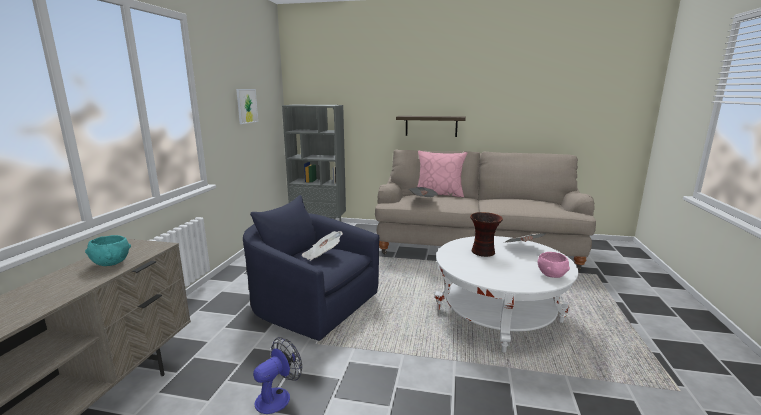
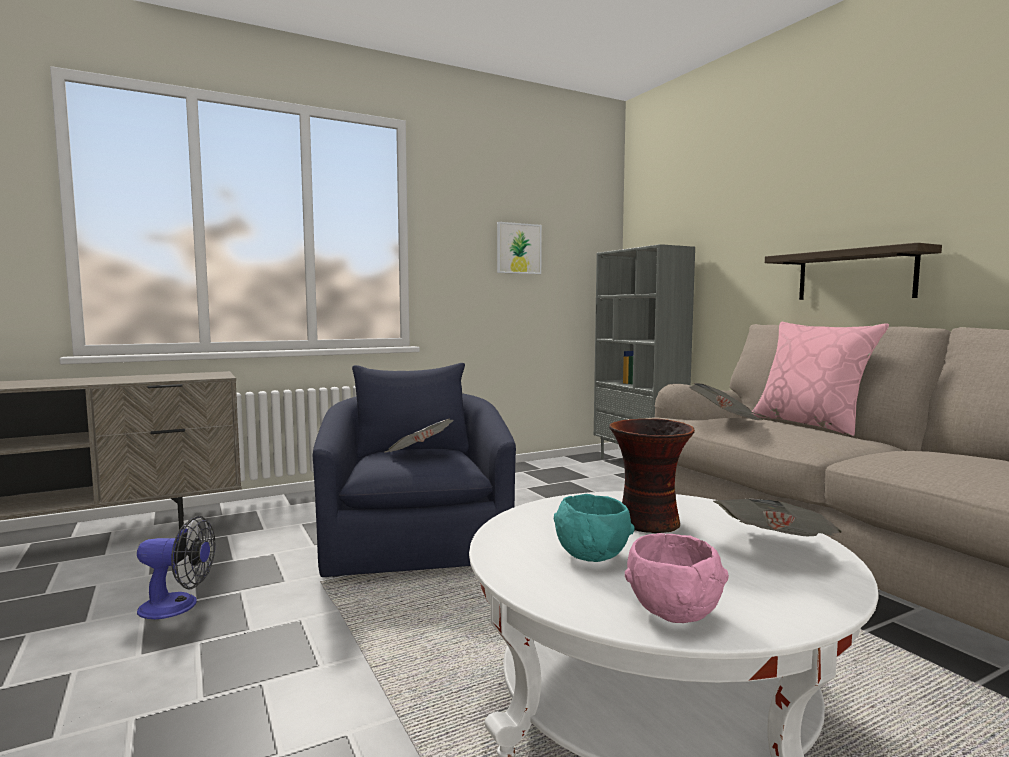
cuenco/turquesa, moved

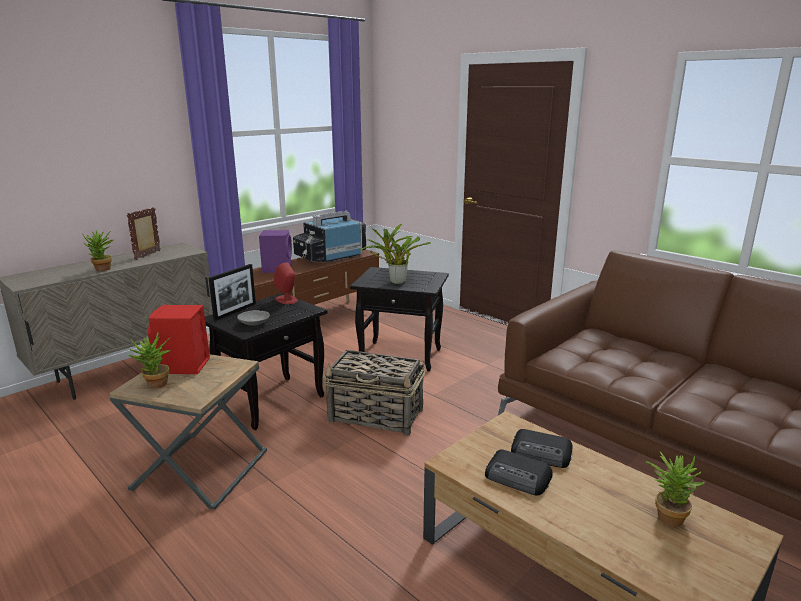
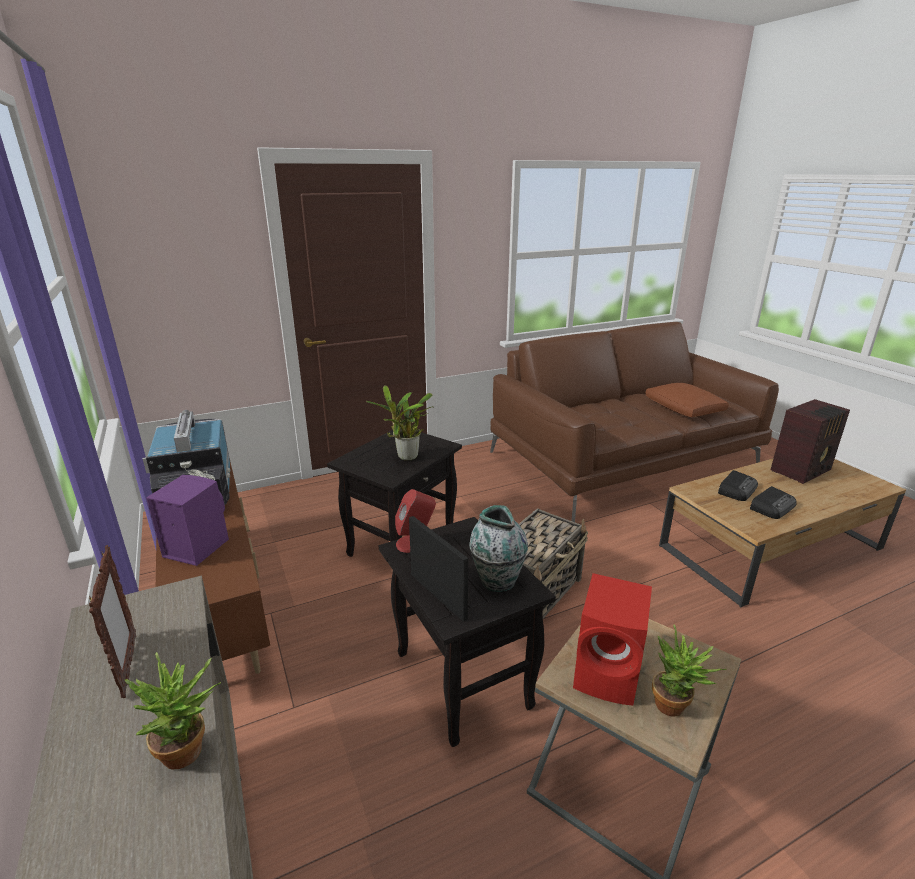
portarretratos (1st from left), 150 degrees counterclockwise
cuenco/gris => florero
planta en maceta (4th from left) => radio (3rd from left)
nothing => cojín/marrón

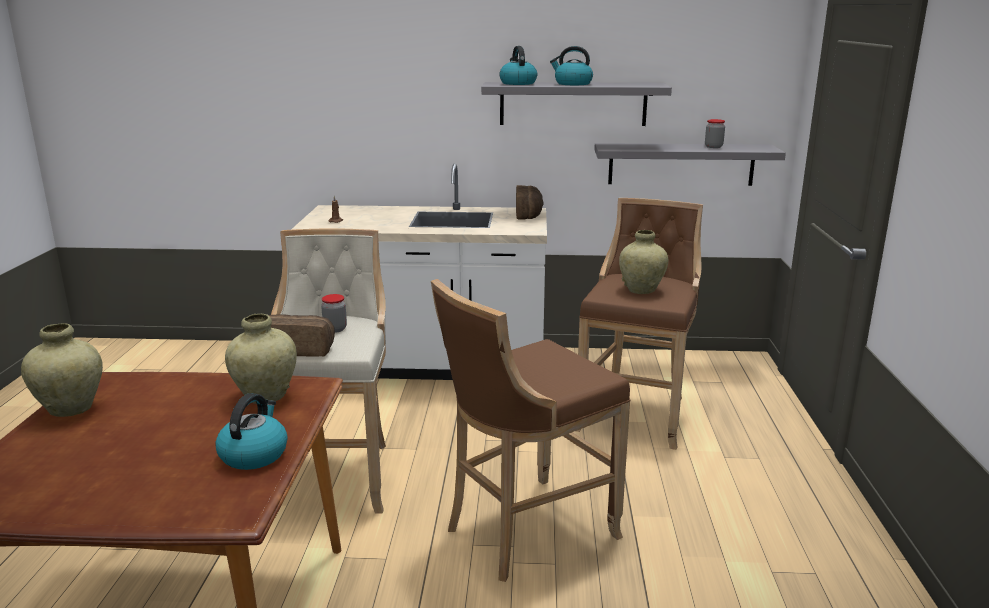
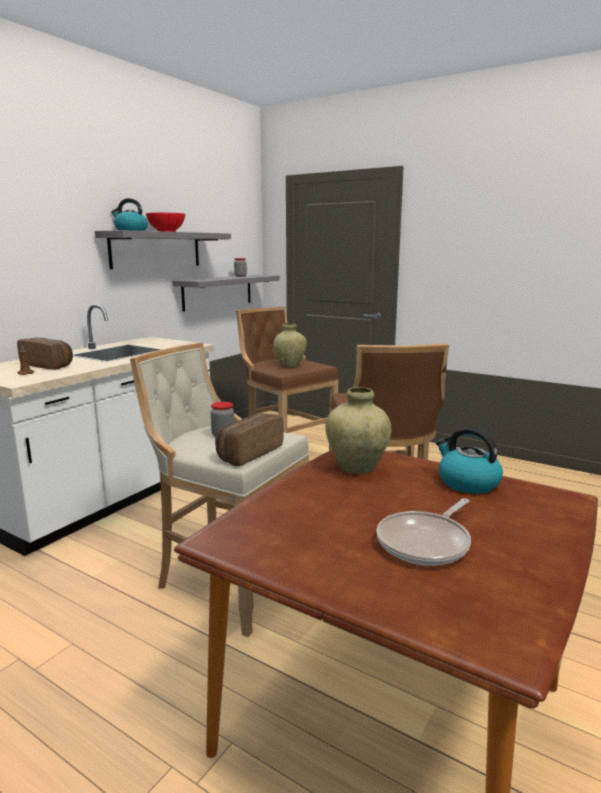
hervidor (3rd from left) => cuenco/rojo
pan (2nd from left in the first image) => pan (1st from left), moved
florero/beis (1st from left) => nothing
nothing => sartén

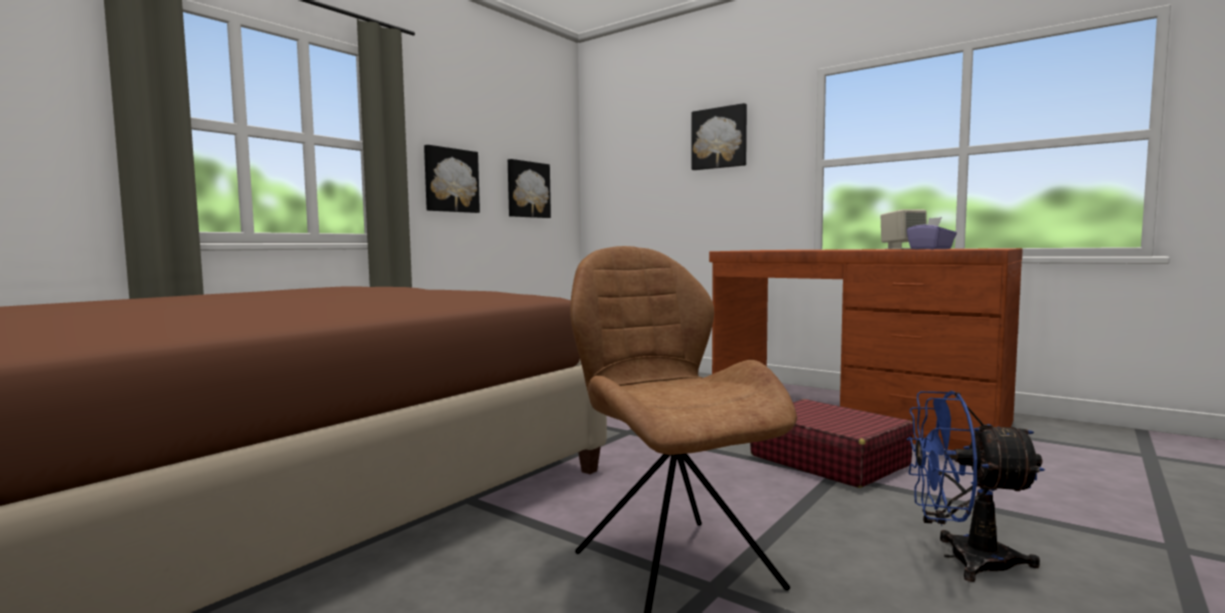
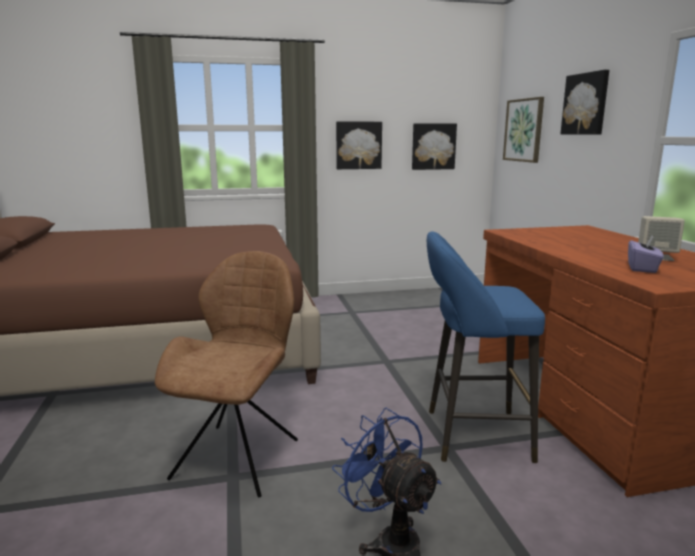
maleta/rojo => taburete/azul
nothing => cuadro (3rd from left)

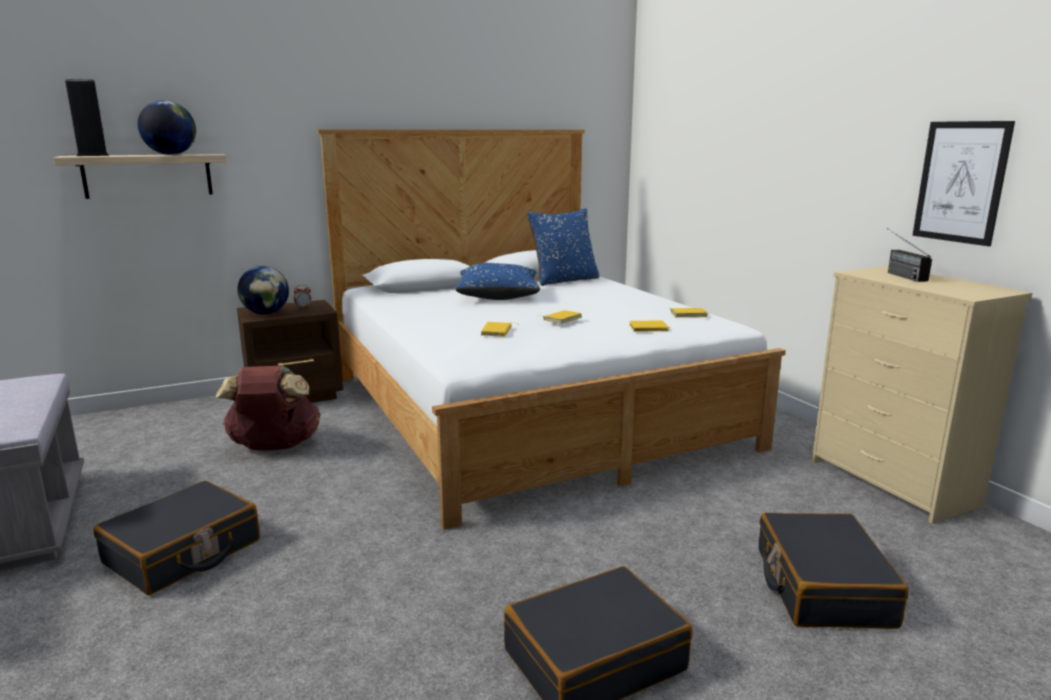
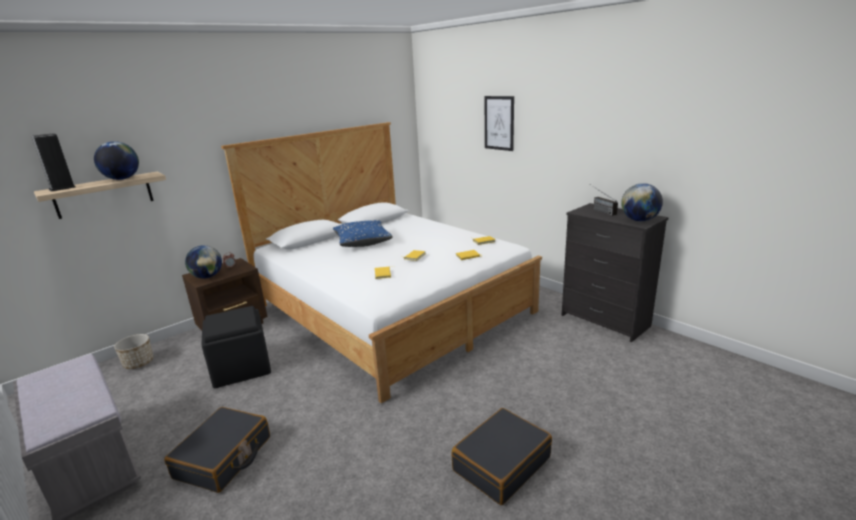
cuadro, moved
cojín/azul (2nd from left) => nothing
cómoda/beis => cómoda/negro
mochila/marrón => puf/negro
maleta/negro (3rd from left) => nothing
nothing => globo terráqueo (3rd from left)
nothing => maceta

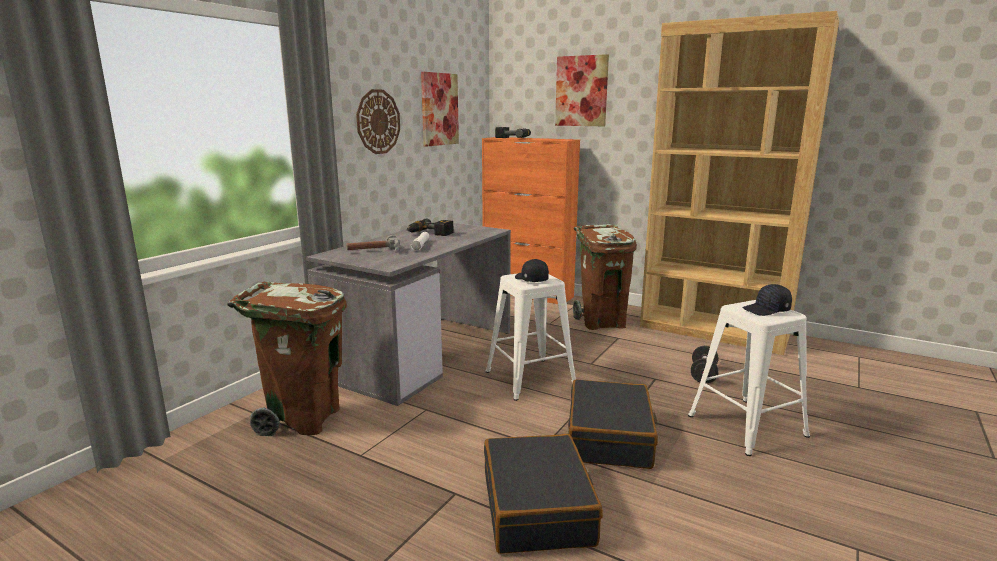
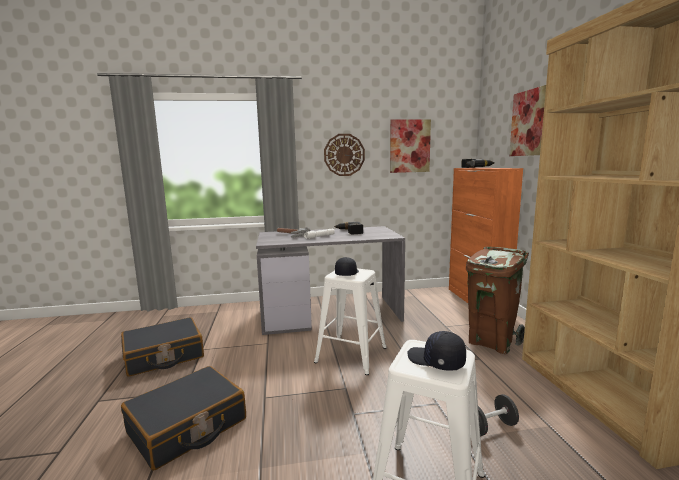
papelera/marrón (1st from left) => nothing
maleta/negro (2nd from left in the first image) => maleta/negro (1st from left), moved

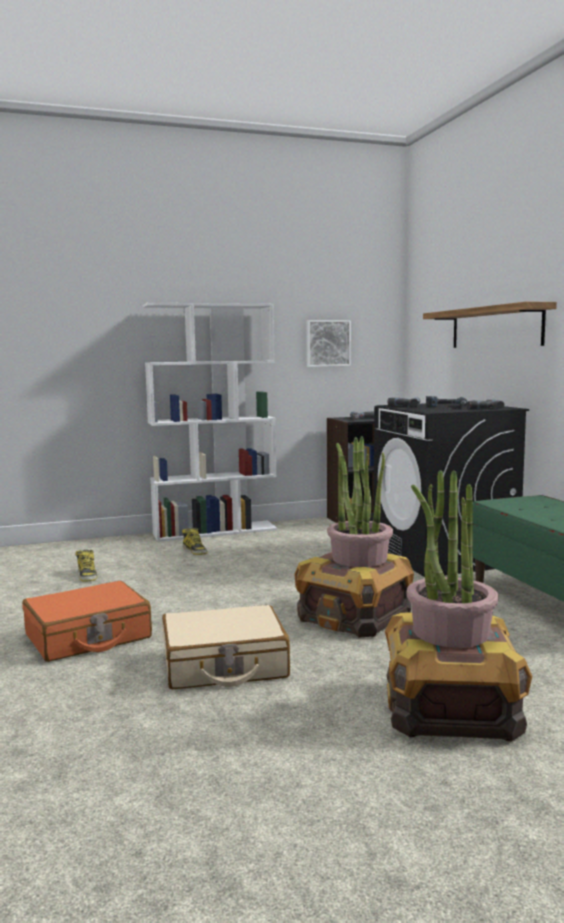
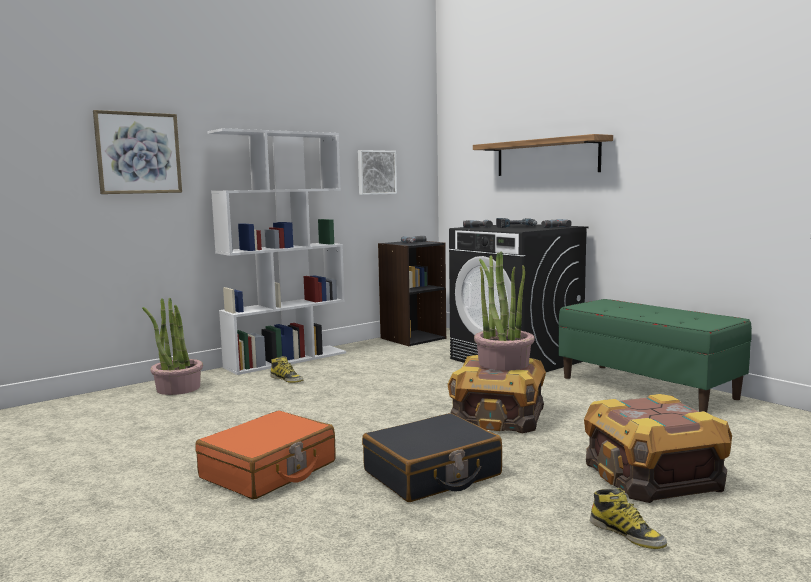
planta en maceta (2nd from left in the first image) => planta en maceta (1st from left), moved
bota (1st from left in the first image) => bota (2nd from left), moved
maleta/beis => maleta/negro
nothing => cuadro (1st from left)

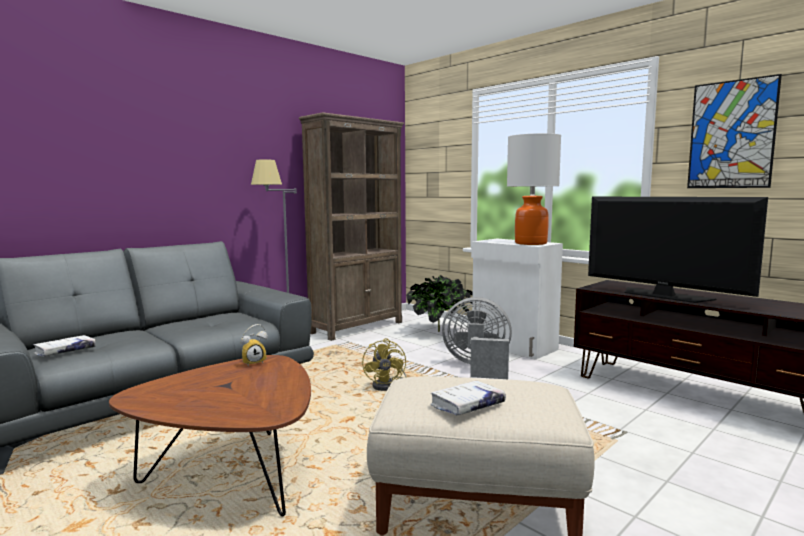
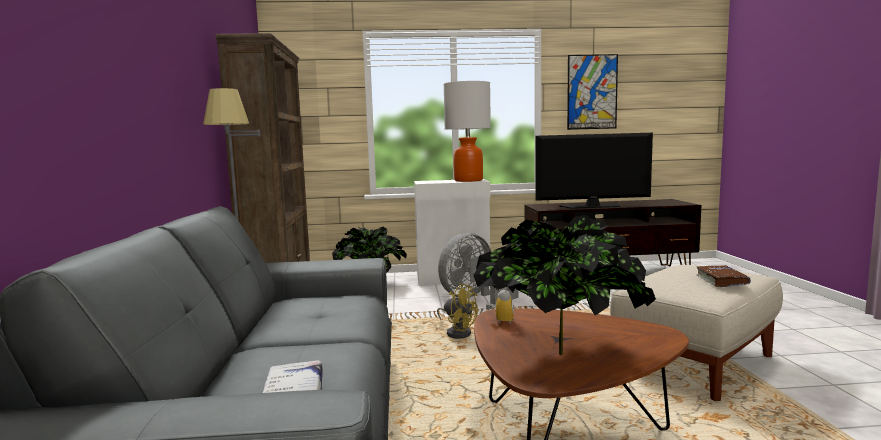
libro/blanco (2nd from left) => libro/marrón
nothing => planta en maceta (2nd from left)

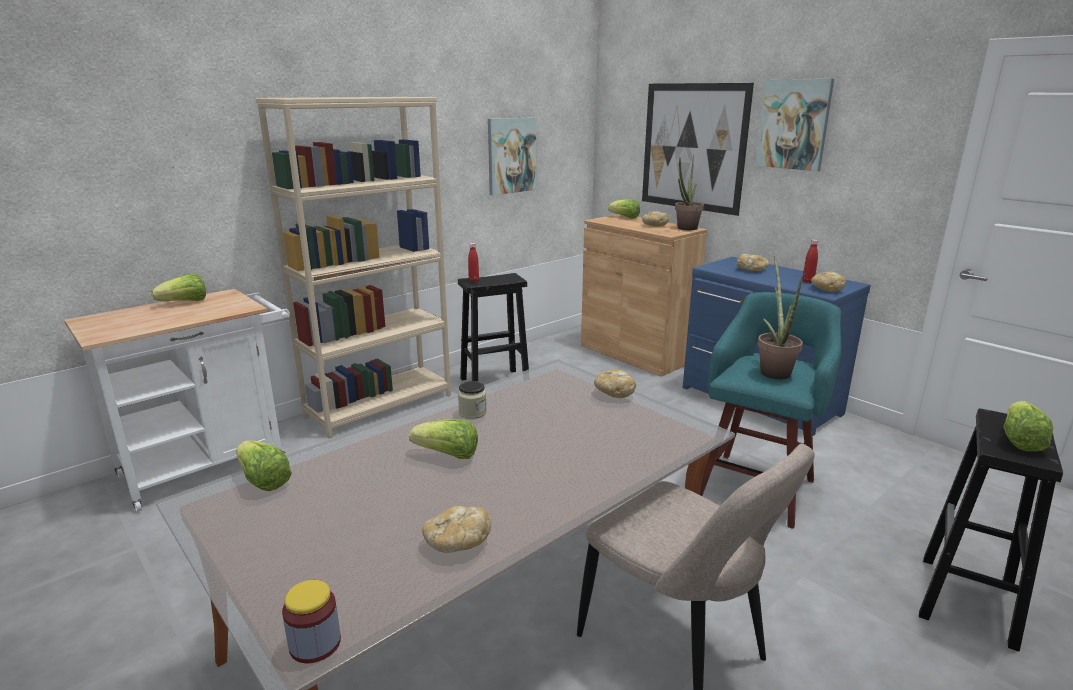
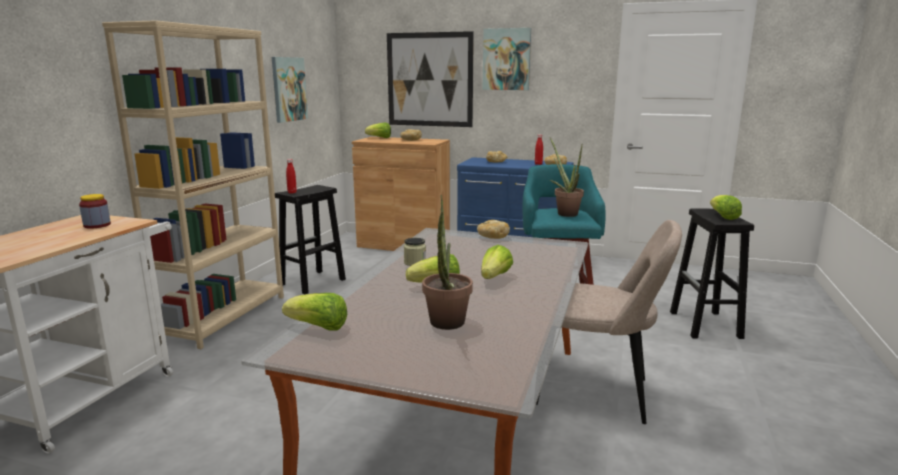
planta en maceta (1st from left), moved
lechuga (1st from left in the first image) => lechuga (4th from left), moved
pan (1st from left) => nothing
tarro (1st from left), moved

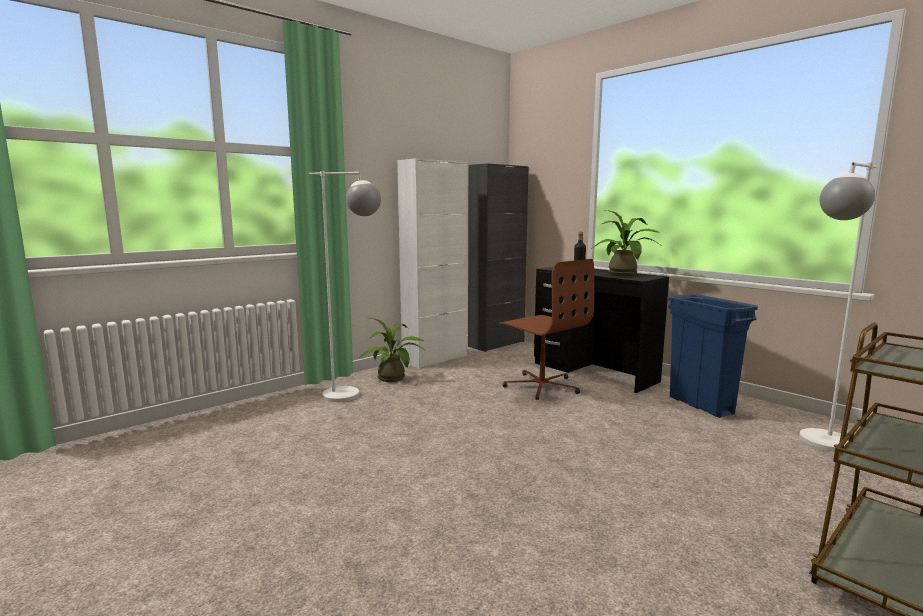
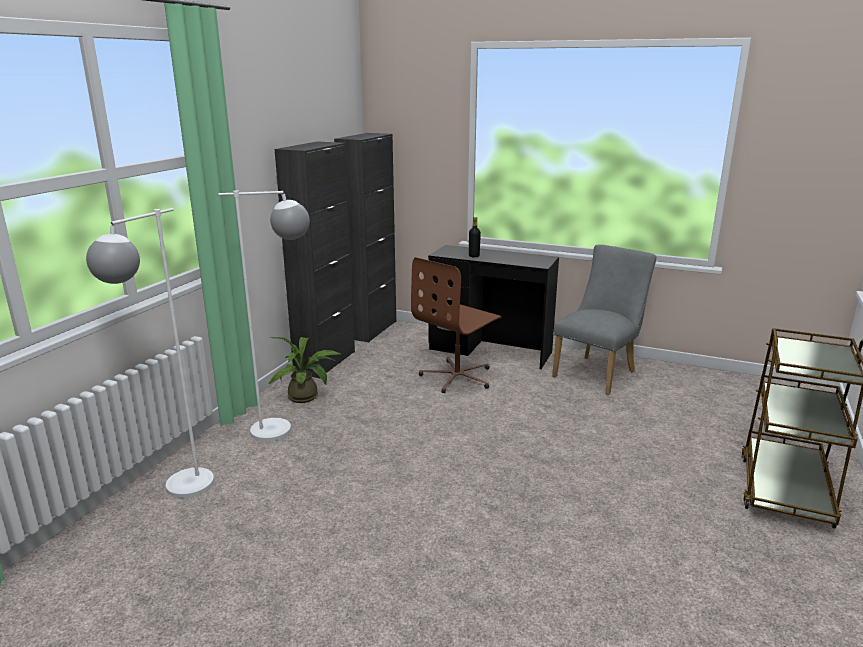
armario/blanco => armario/negro (1st from left)
lámpara de pie/blanco (2nd from left in the first image) => lámpara de pie/blanco (1st from left), moved
planta en maceta (2nd from left) => nothing
silla de oficina/marrón, 105 degrees clockwise
papelera/azul => silla/gris

